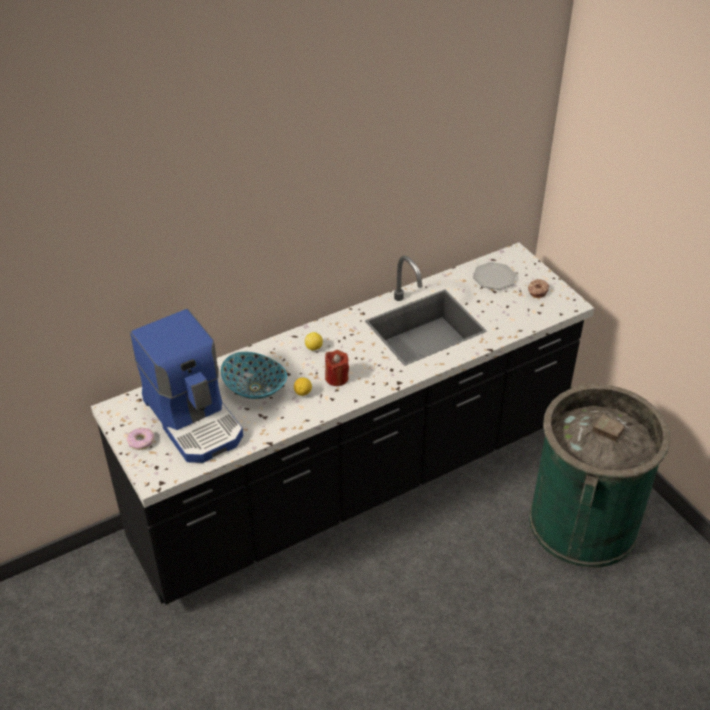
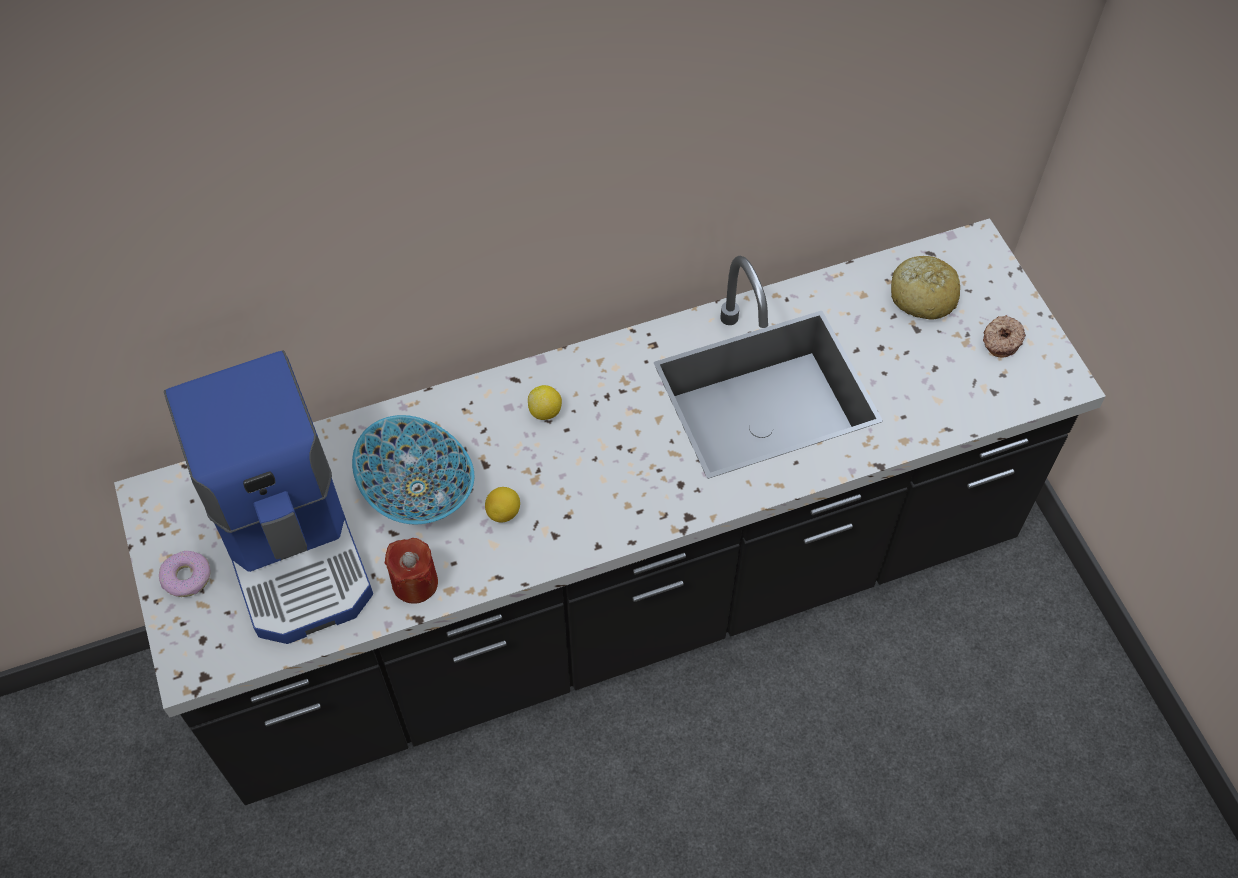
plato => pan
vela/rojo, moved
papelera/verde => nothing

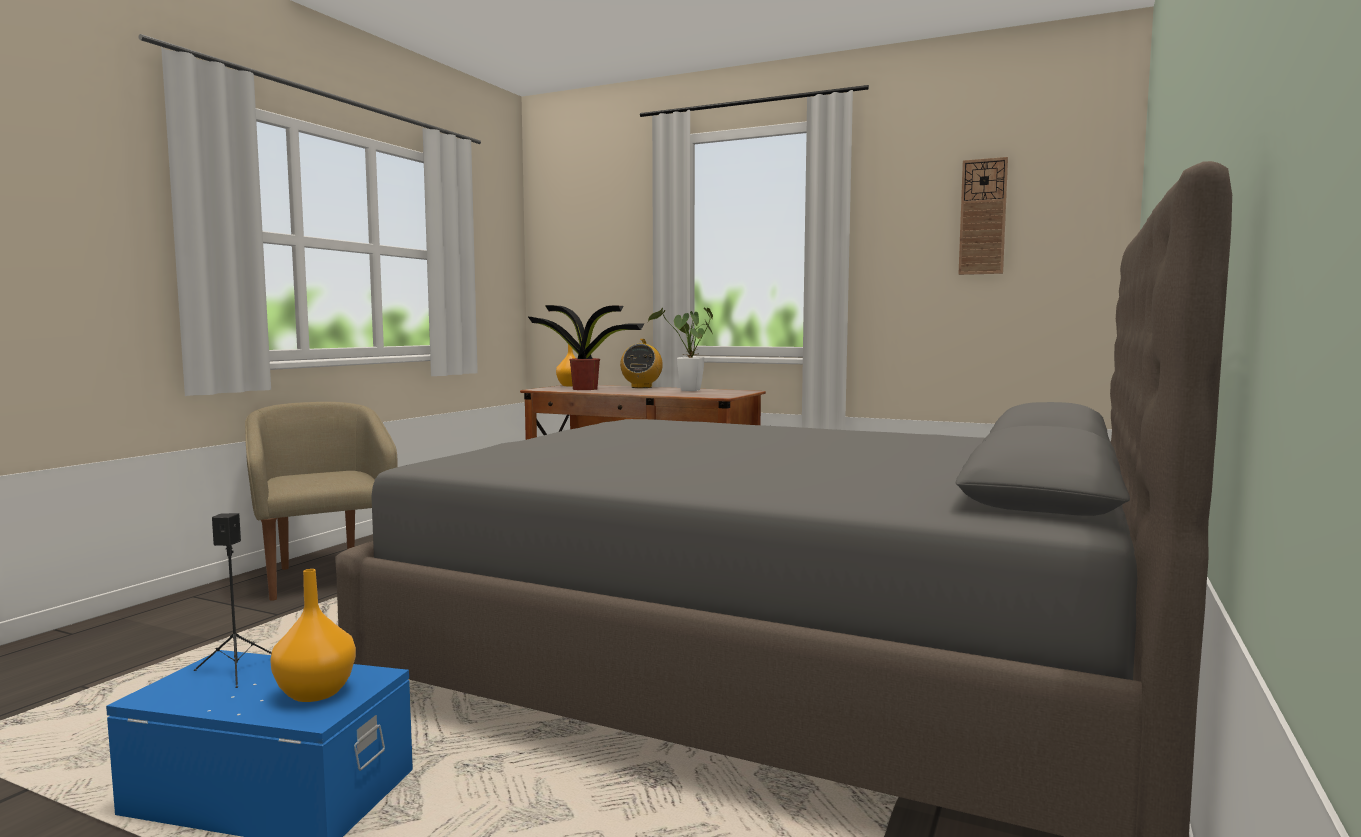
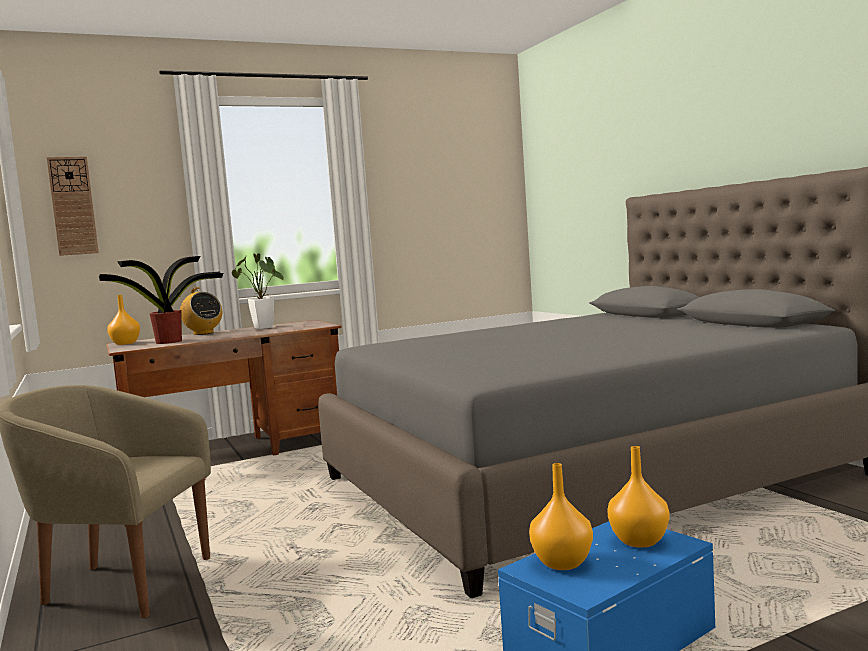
reloj de pared, moved
altavoz/negro => florero/naranja (2nd from left)

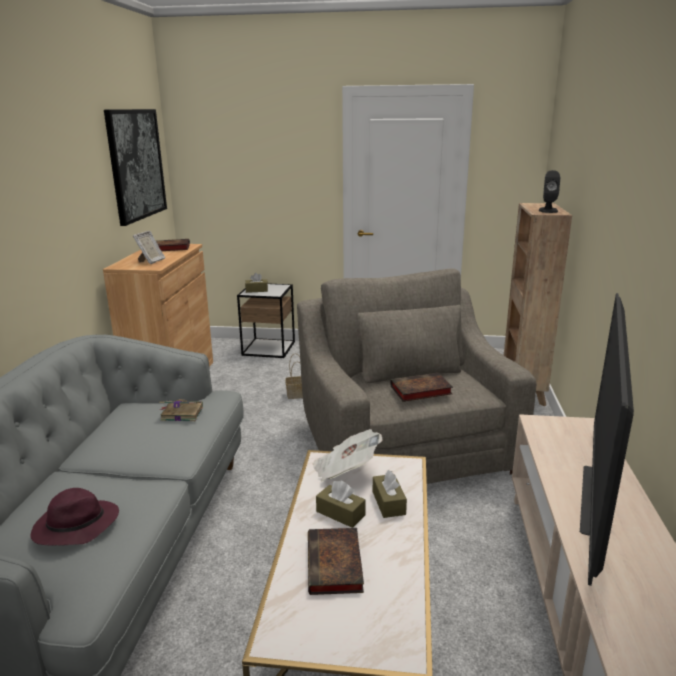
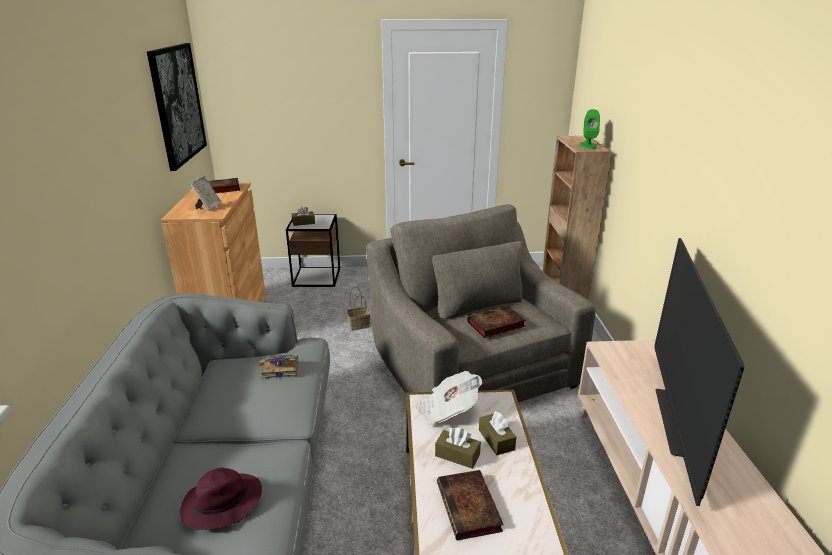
altavoz/negro => altavoz/verde

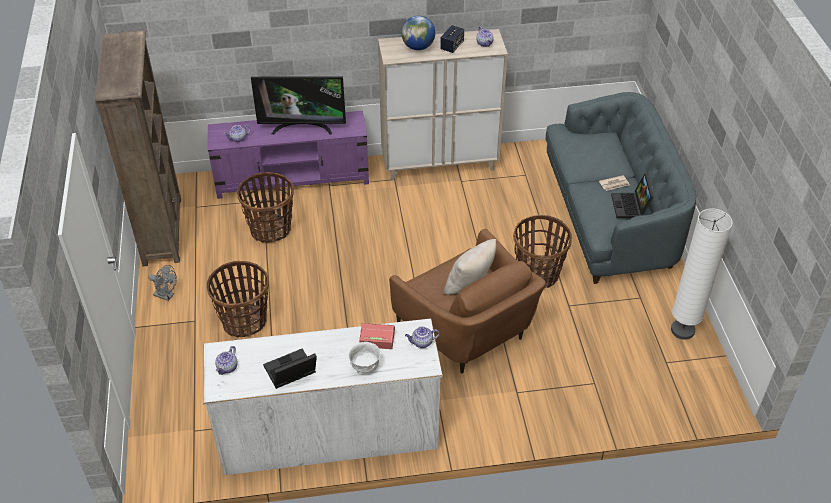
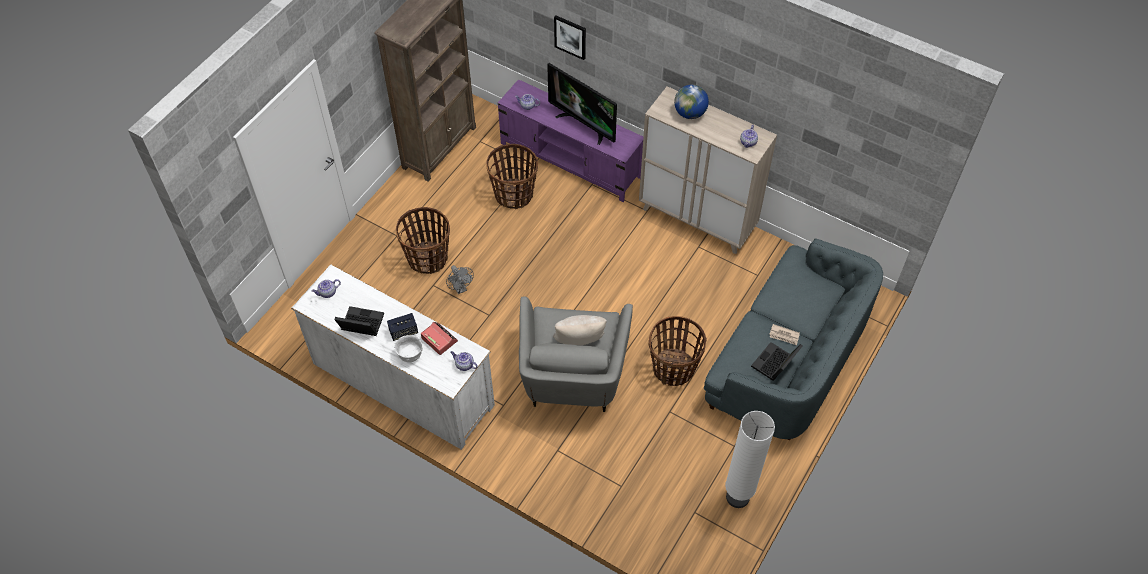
altavoz, moved
sillón/marrón => sillón/gris
ventilador/gris, moved
nothing => cuadro

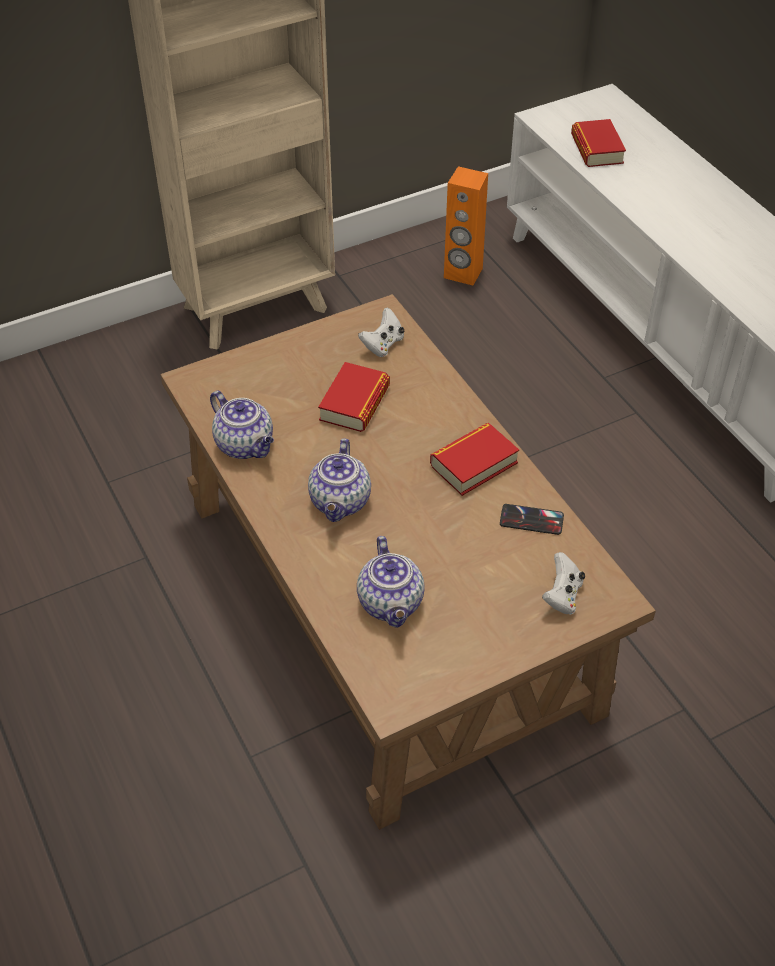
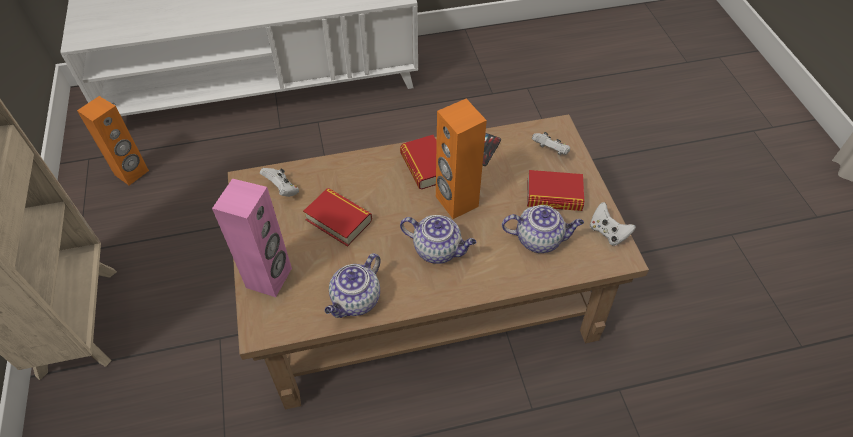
libro (3rd from left), moved
tetera (1st from left), 150 degrees clockwise
nothing => altavoz/naranja (2nd from left)
nothing => altavoz/rosa
nothing => mando de consola/blanco (3rd from left)

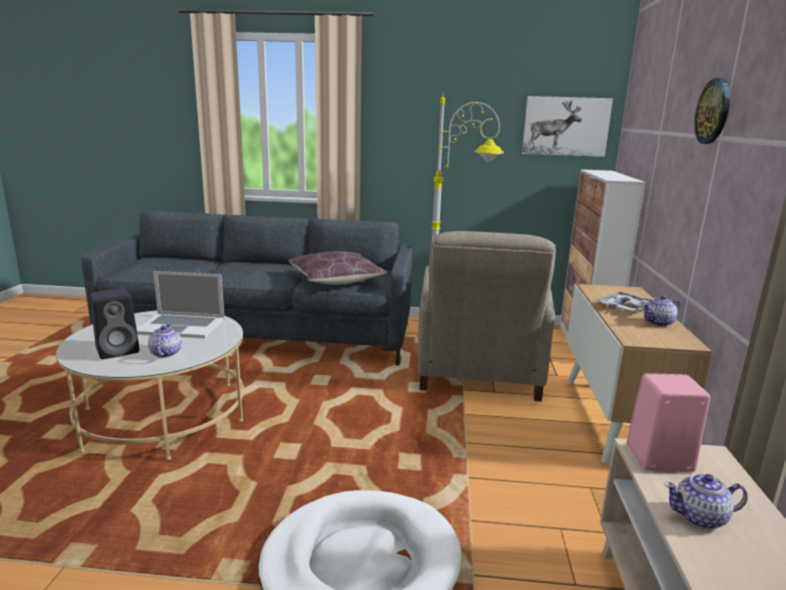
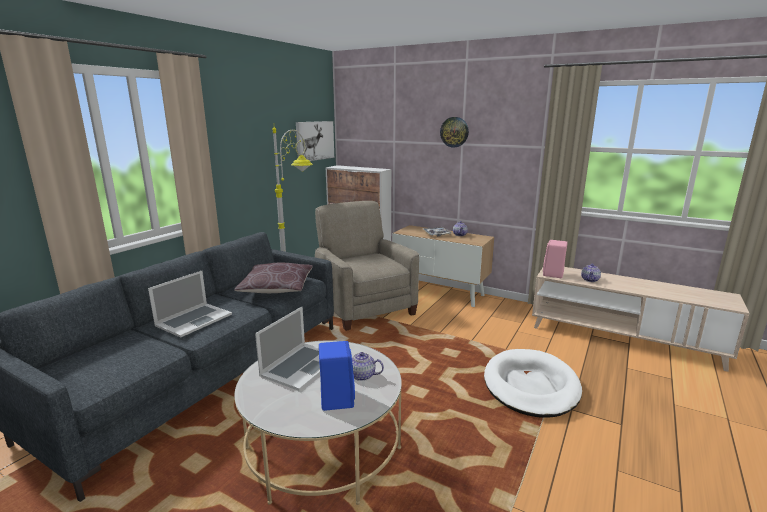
sillón/beis, 150 degrees counterclockwise
altavoz/negro => altavoz/azul
nothing => portátil (1st from left)

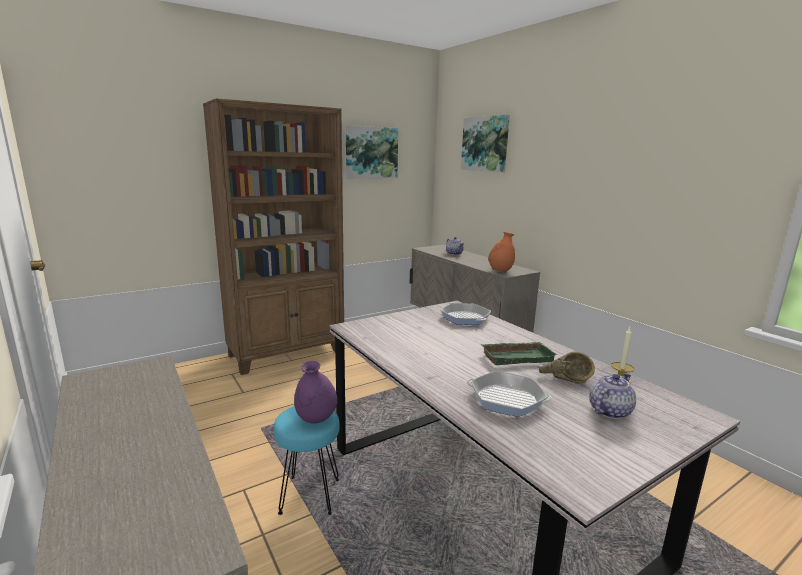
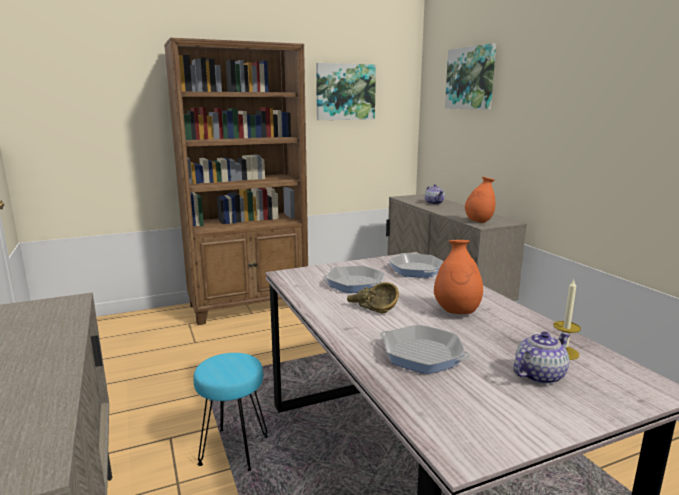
bandeja/verde => florero/naranja (1st from left)
cuenco/marrón, moved
florero/morado => nothing
nothing => sartén (1st from left)

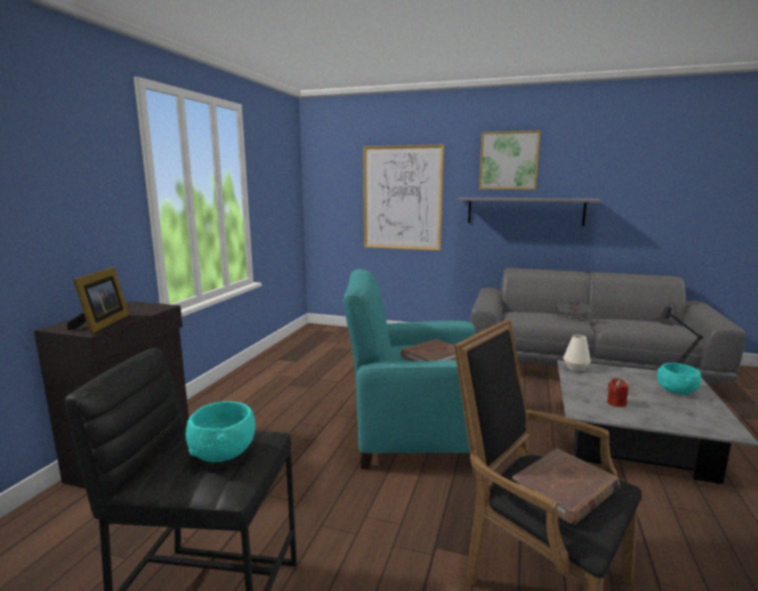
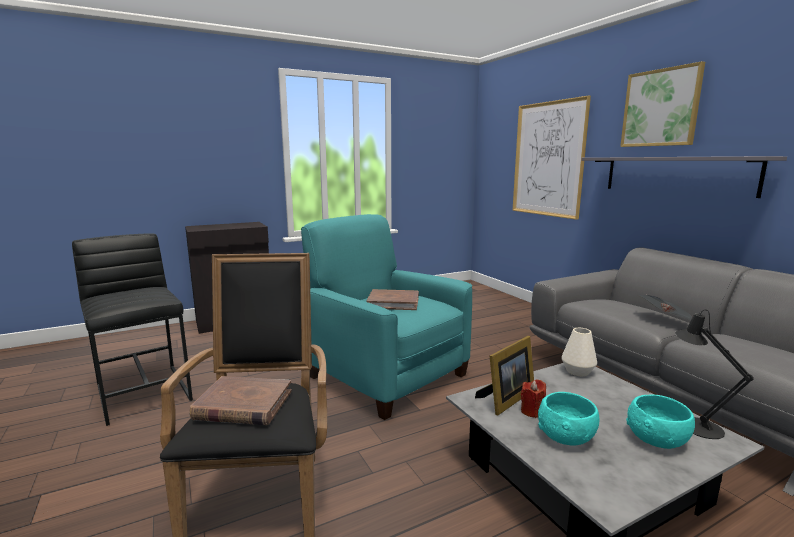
portarretratos, moved
cuenco/turquesa (1st from left), moved

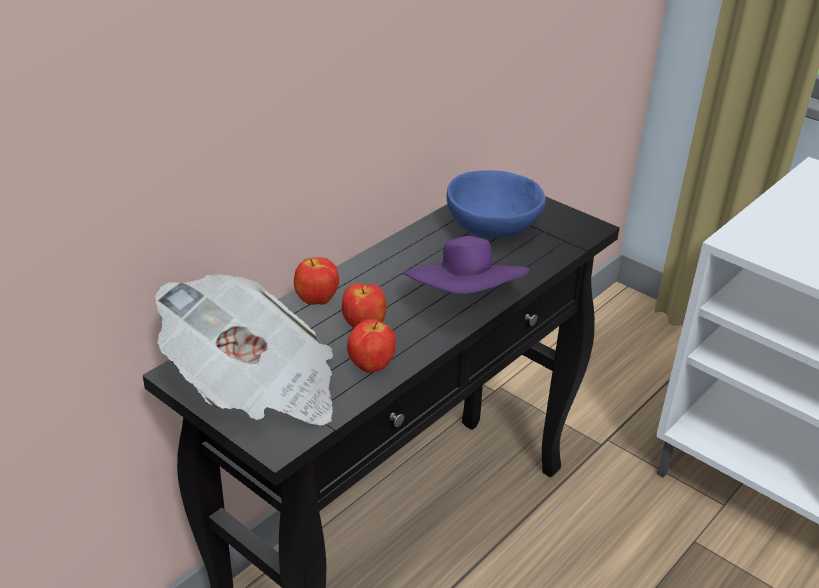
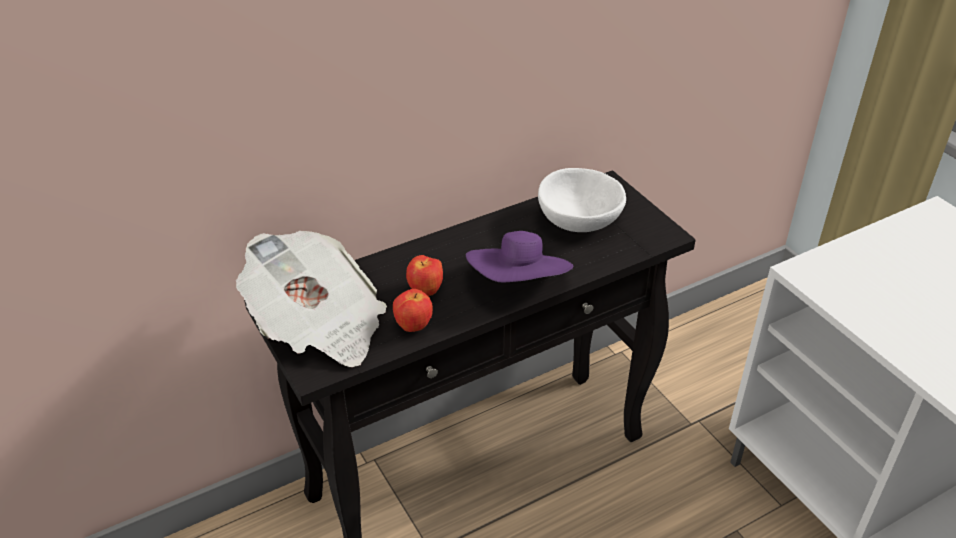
cuenco/azul => cuenco/blanco
manzana (1st from left) => nothing

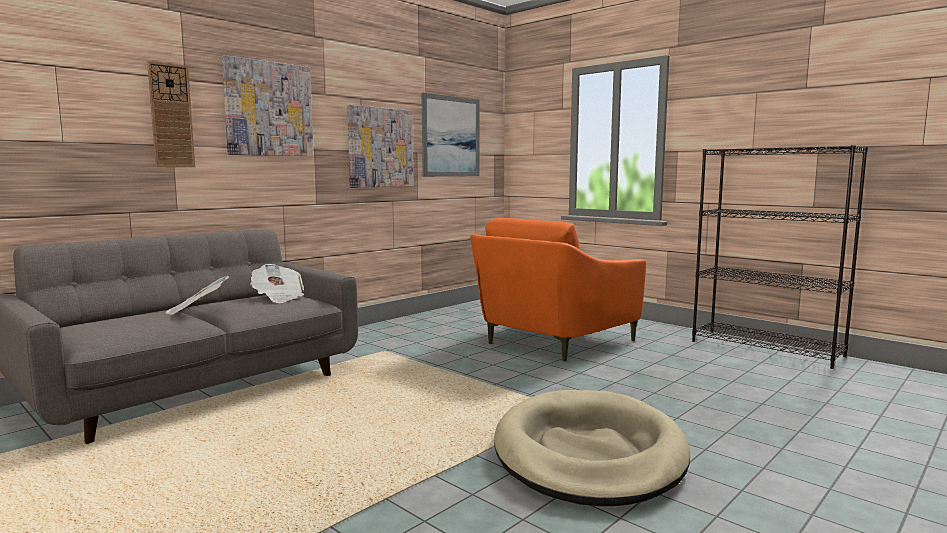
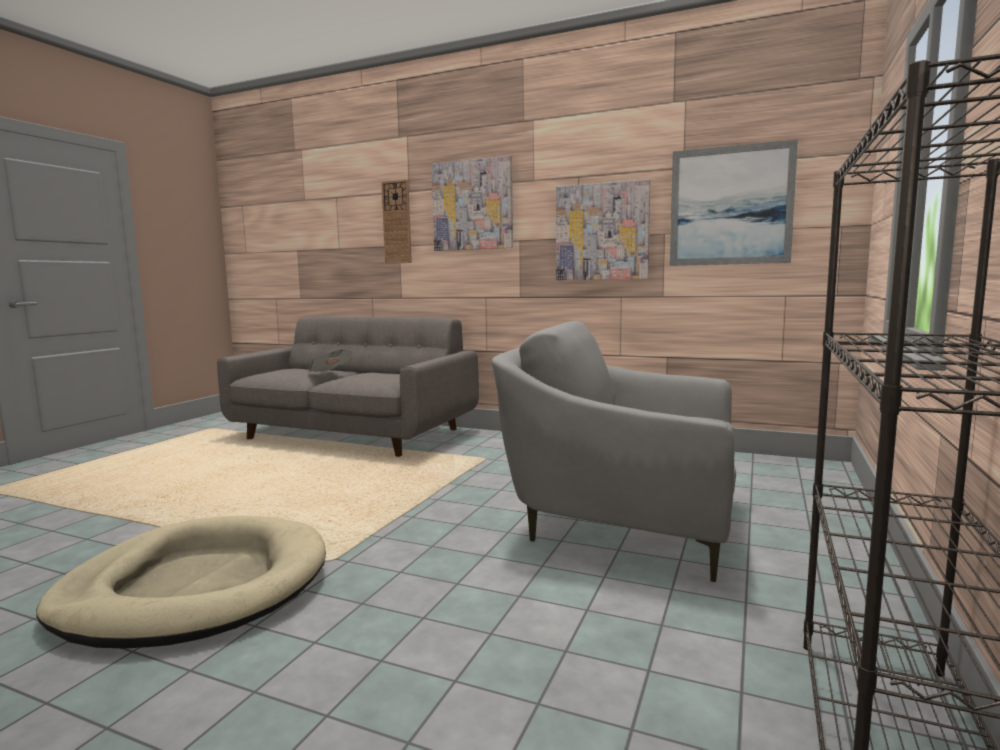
sillón/naranja => sillón/gris
periódico (2nd from left) => nothing

